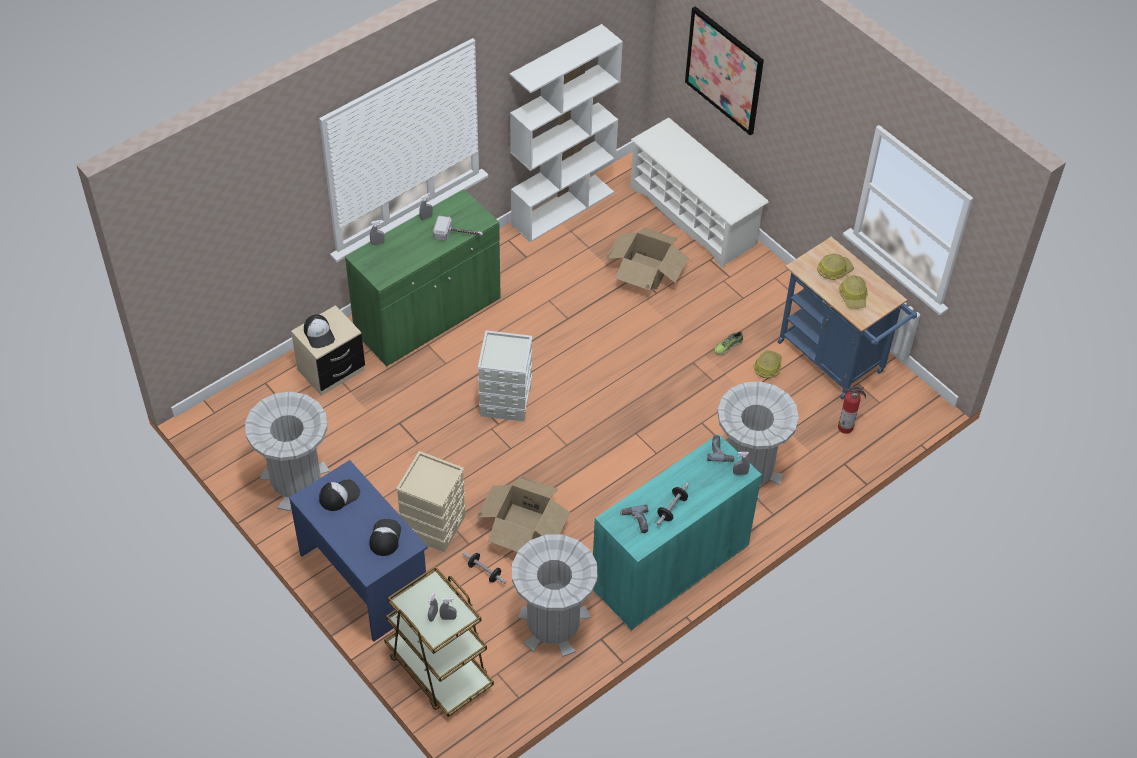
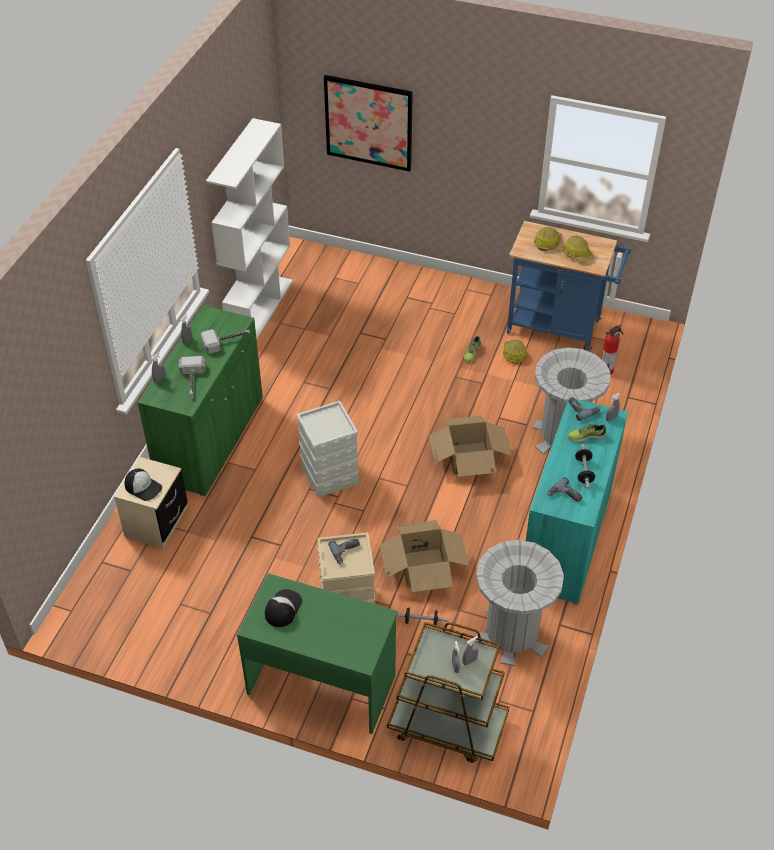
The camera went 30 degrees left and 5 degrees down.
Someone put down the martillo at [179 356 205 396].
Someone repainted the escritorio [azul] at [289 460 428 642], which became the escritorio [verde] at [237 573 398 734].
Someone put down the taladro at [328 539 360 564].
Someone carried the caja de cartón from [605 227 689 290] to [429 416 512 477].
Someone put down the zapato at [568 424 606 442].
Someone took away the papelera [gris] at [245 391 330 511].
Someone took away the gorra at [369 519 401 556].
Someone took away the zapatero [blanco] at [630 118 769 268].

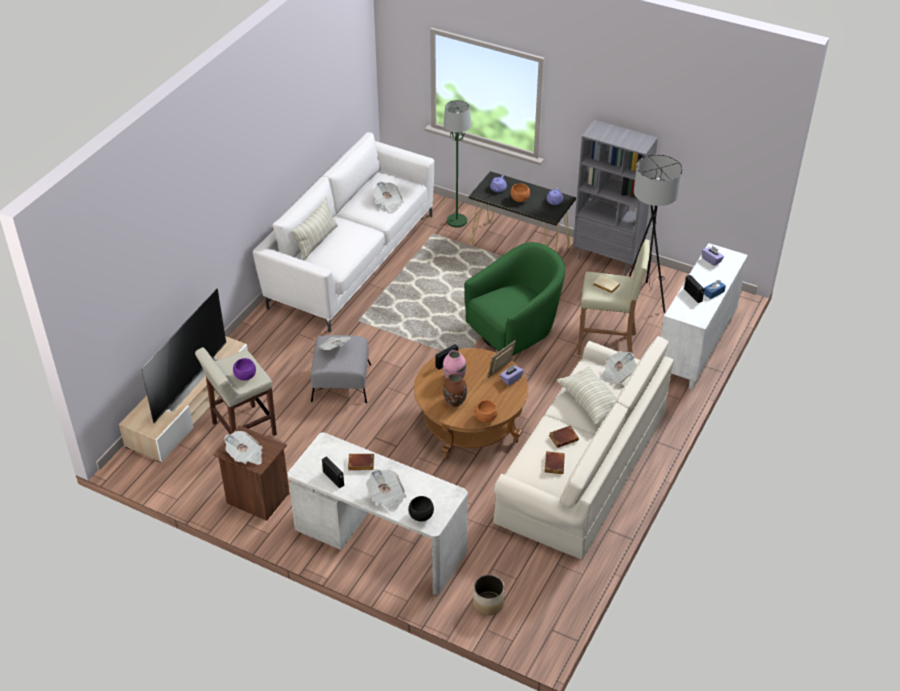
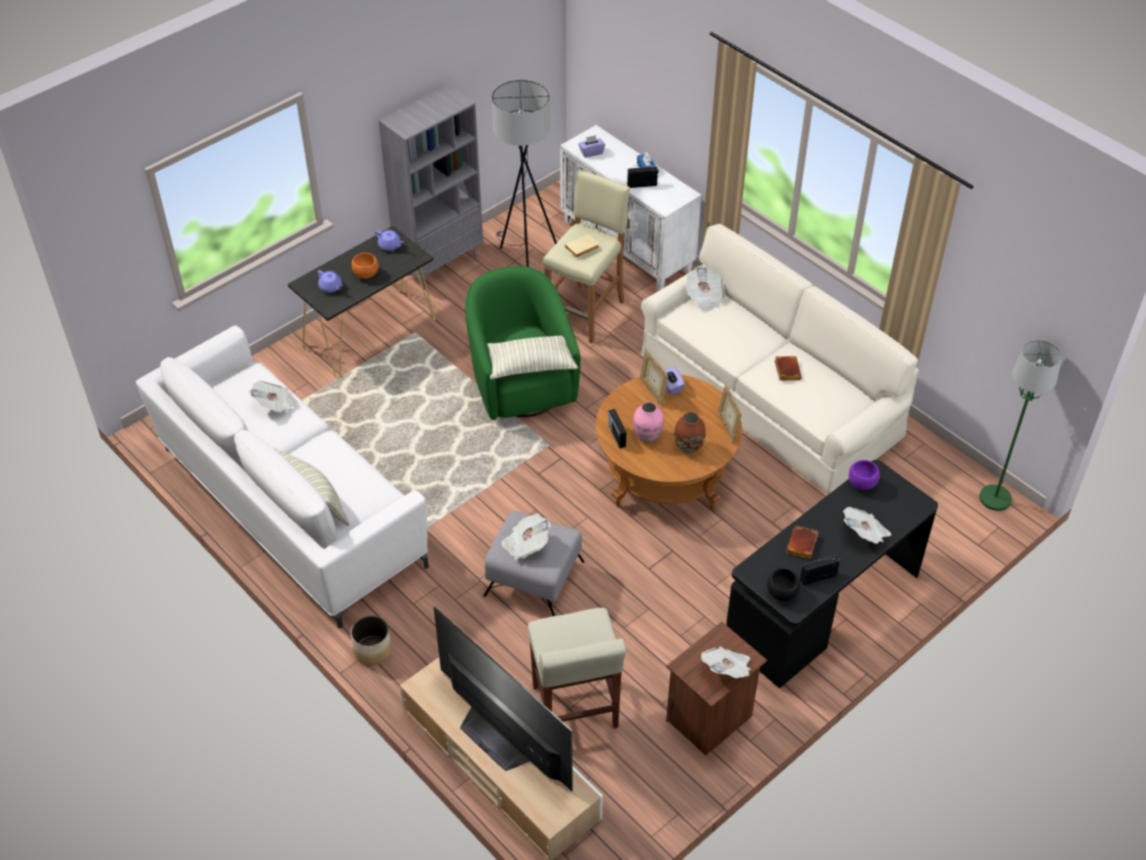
The camera went 70 degrees left and 5 degrees up.
Someone carried the maceta from [473 575 504 615] to [351 616 392 665].
Someone carried the cojín from [556 367 617 426] to [487 336 578 379].
Someone swapped the cuenco [naranja] at [475 400 498 423] for the portarretratos at [718 383 742 443].
Someone repainted the escritorio [blanco] at [287 432 468 595], which became the escritorio [negro] at [726 460 938 688].
Someone carried the cuenco [negro] from [409 496 434 522] to [767 568 800 601].
Someone carried the cuenco [morado] from [233 358 256 381] to [849 460 880 490].
Someone carried the lámpara de pie [verde] from [443 100 471 228] to [979 340 1062 511].
Someone took away the libro [marrón] at [544 451 565 474].

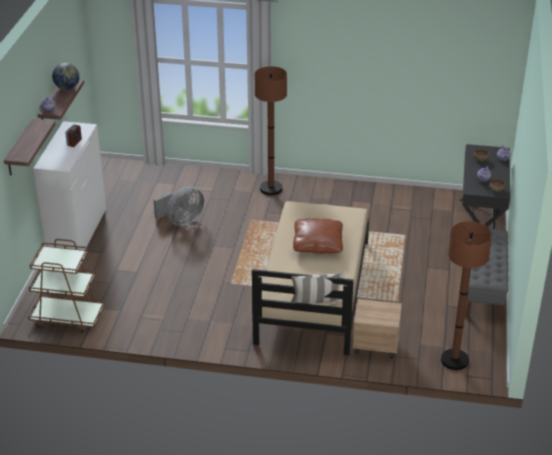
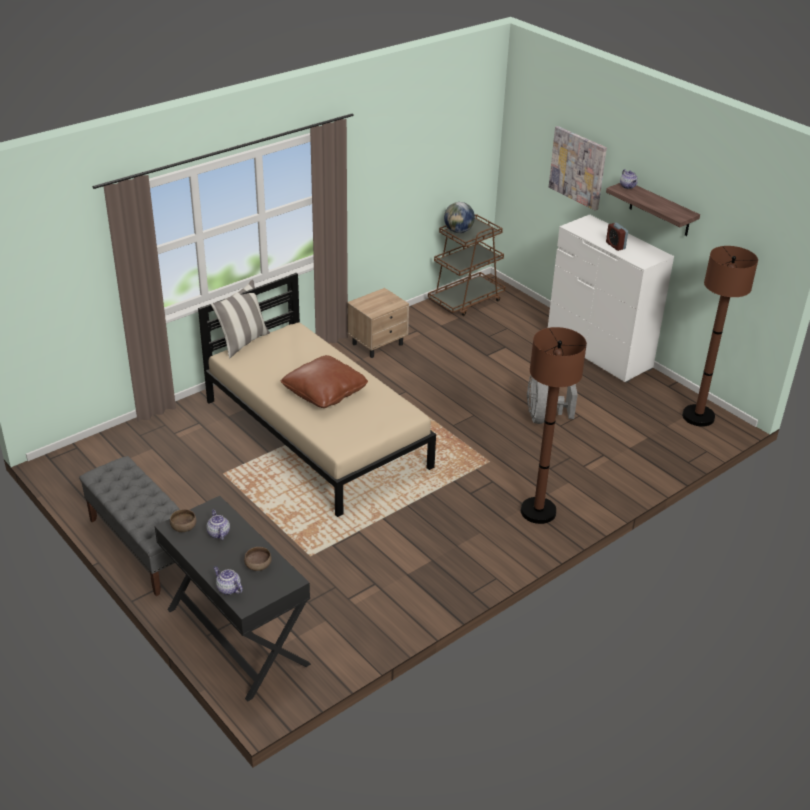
The camera went 130 degrees right and 0 degrees up.
Someone carried the mesita de noche [beis] from [352 299 402 359] to [347 288 409 358].
Someone carried the globo terráqueo from [52 63 80 90] to [444 202 475 233].
Someone swapped the estante at [4 119 56 176] for the cuadro at [549 126 607 211].
Someone carried the lámpara de pie [marrón] from [441 221 492 370] to [682 246 758 427].

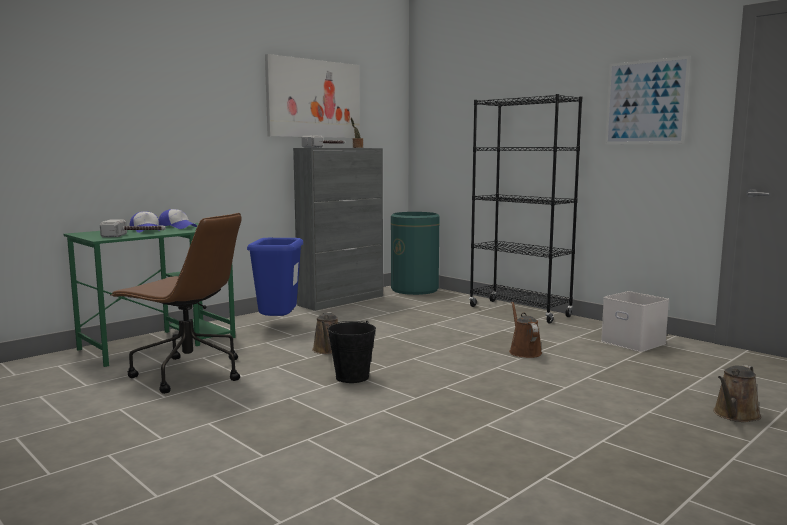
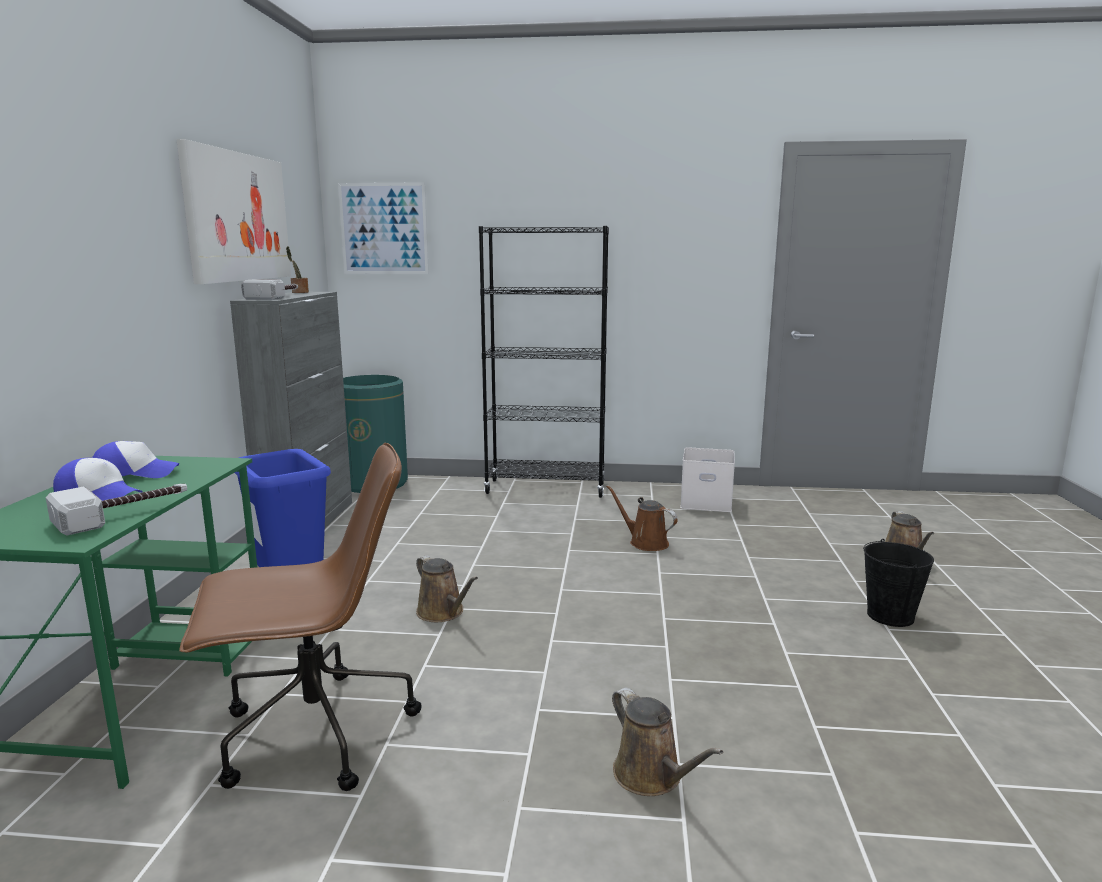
The camera went 40 degrees left and 5 degrees up.
Someone carried the cuadro from [605 56 691 144] to [338 182 429 274].
Someone put down the regadera [marrón] at [612 688 723 796].
Someone carried the cubo [negro] from [327 321 376 383] to [863 539 934 627].

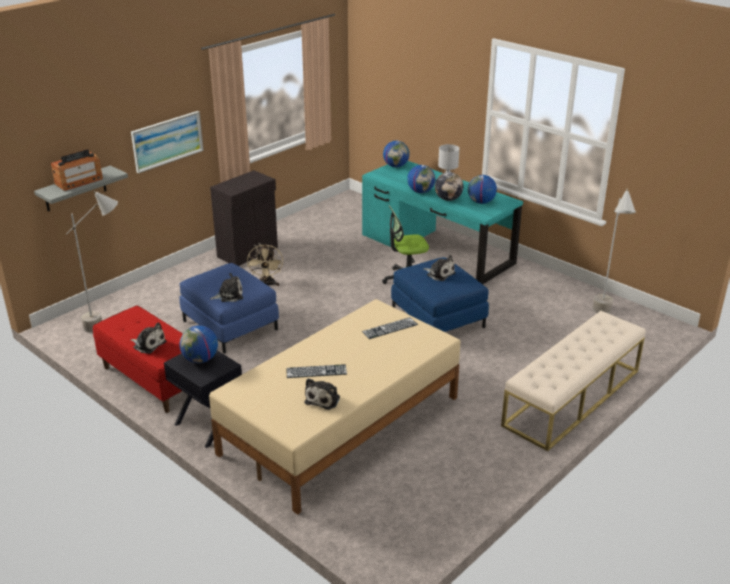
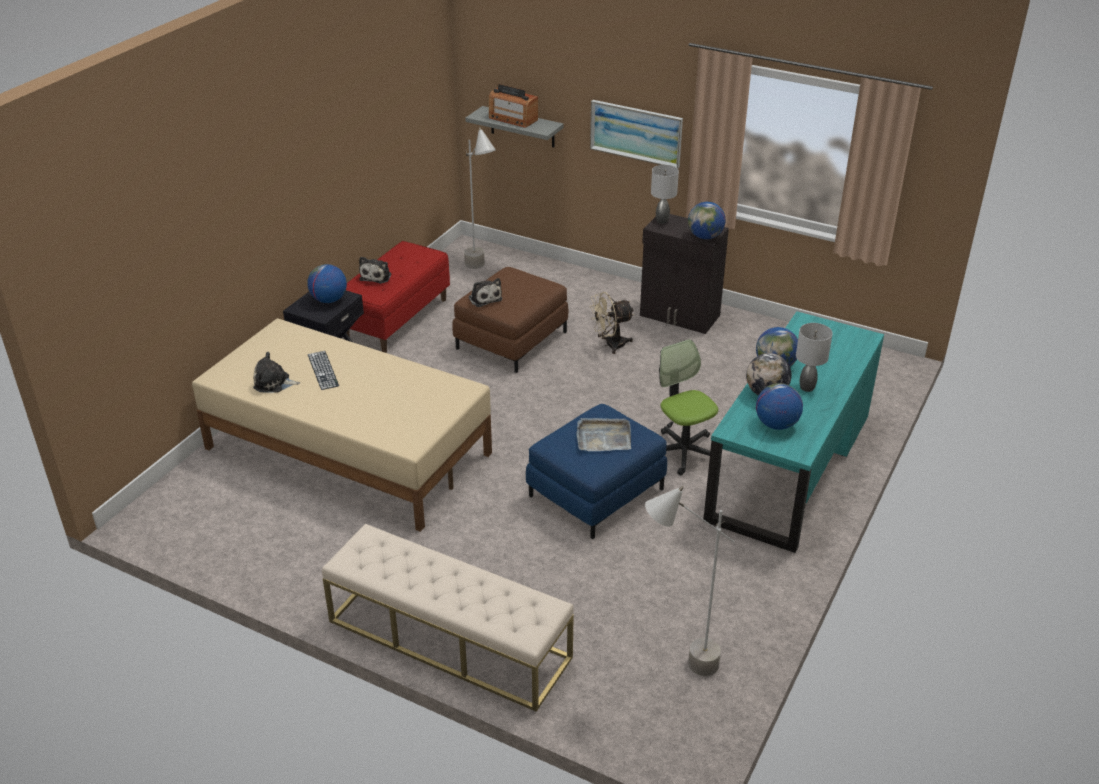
The camera went 75 degrees right and 5 degrees up.
Someone repainted the puf [azul] at [180 263 279 354], which became the puf [marrón] at [452 267 568 373].
Someone swapped the peluche at [424 255 456 281] for the bandeja [gris] at [577 418 631 451].
Someone put down the lámpara de mesa [gris] at [651 165 679 224].
Someone carried the globo terráqueo from [383 141 410 167] to [688 202 726 239].
Someone took away the teclado at [362 317 418 339].

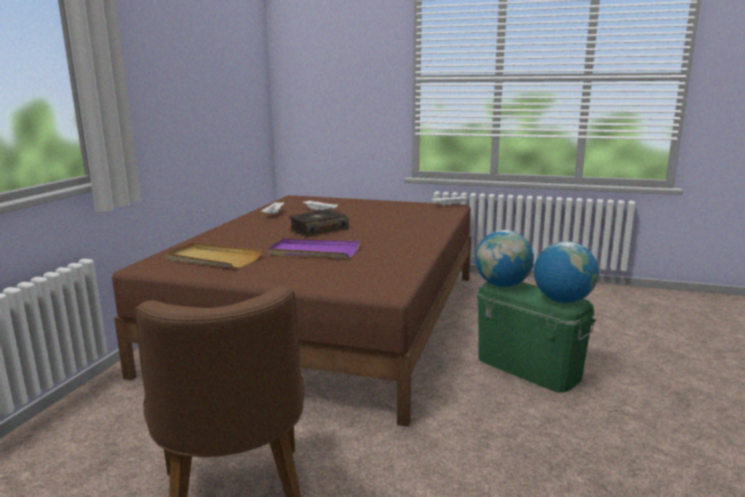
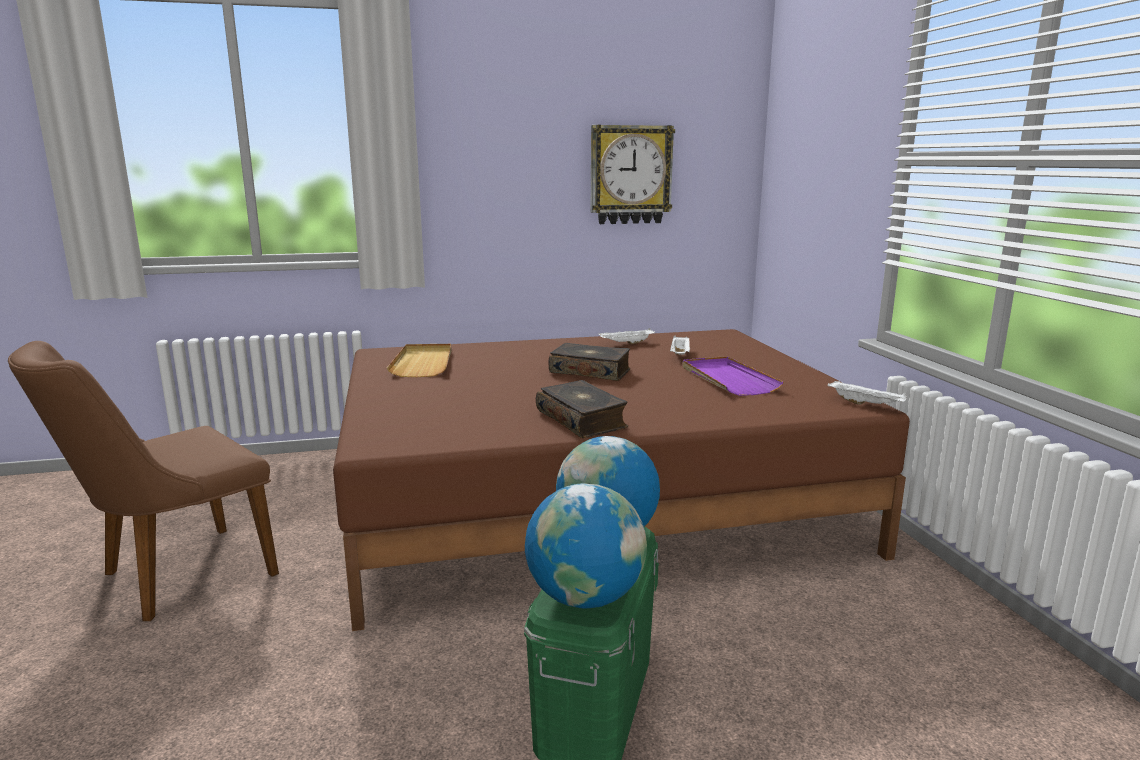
The camera went 60 degrees right and 0 degrees up.
Someone put down the libro at [536 380 628 438].
Someone put up the reloj de pared at [591 125 675 224].
Someone carried the bandeja [morado] from [268 238 360 258] to [683 356 784 396].

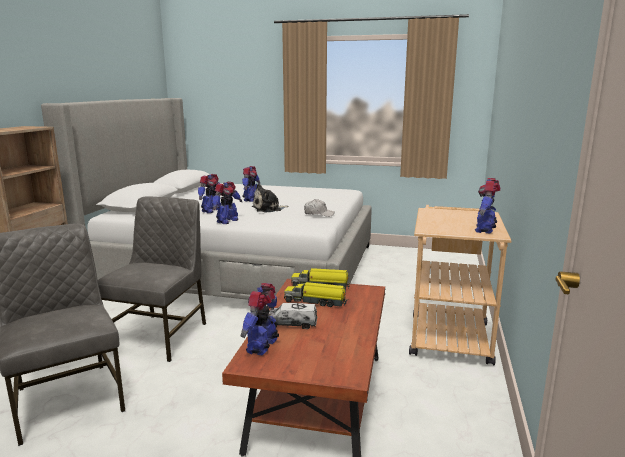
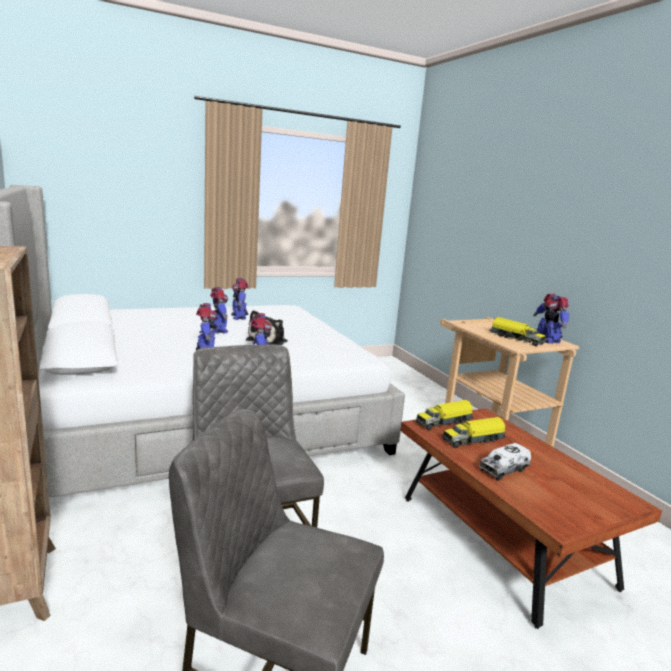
The camera went 40 degrees left and 0 degrees up.
Someone carried the robot de juguete from [241 283 279 356] to [231 278 248 320].
Someone put down the camión de juguete at [489 317 546 346].
Someone took away the gorra [blanco] at [304 199 335 217].

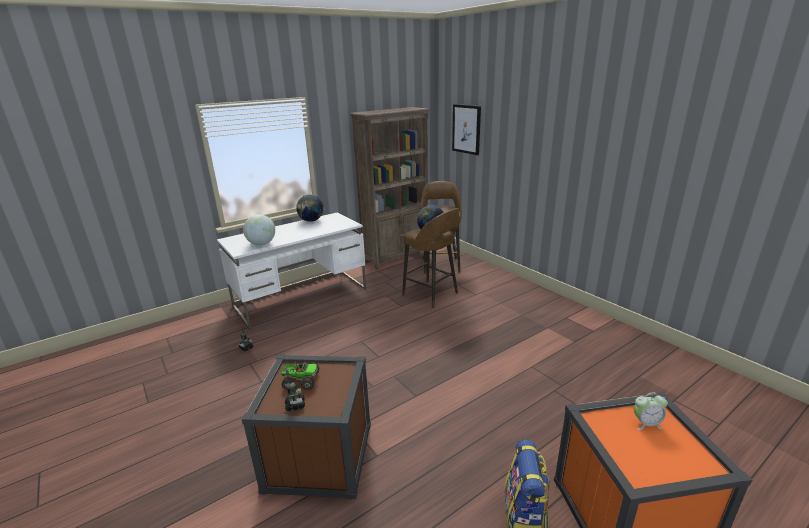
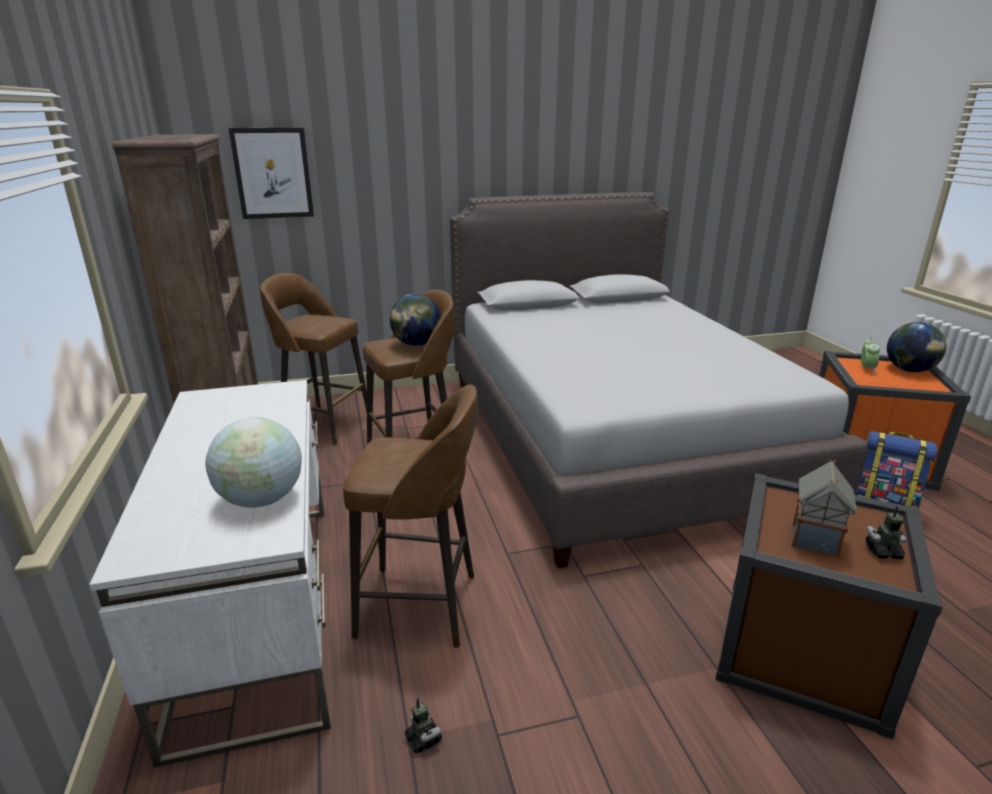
The camera went 70 degrees left and 0 degrees up.
Someone put down the taburete [marrón] at [343 385 478 648].
Someone put down the cama [gris] at [450 192 868 568].
Someone swapped the camión de juguete at [281 362 320 390] for the casita at [792 460 857 557].
Someone carried the globo terráqueo from [296 195 324 222] to [887 322 947 373].

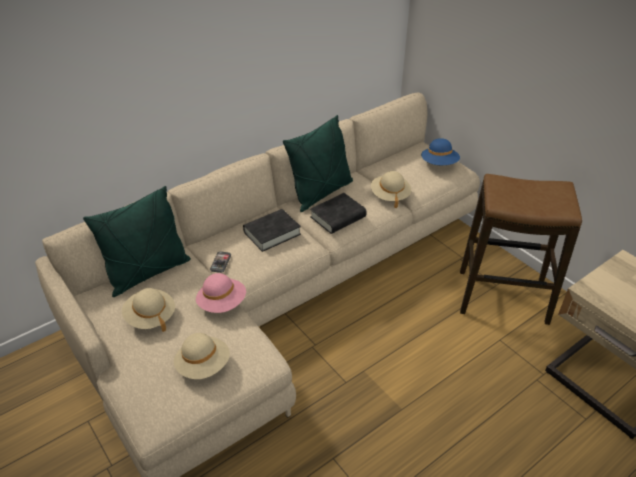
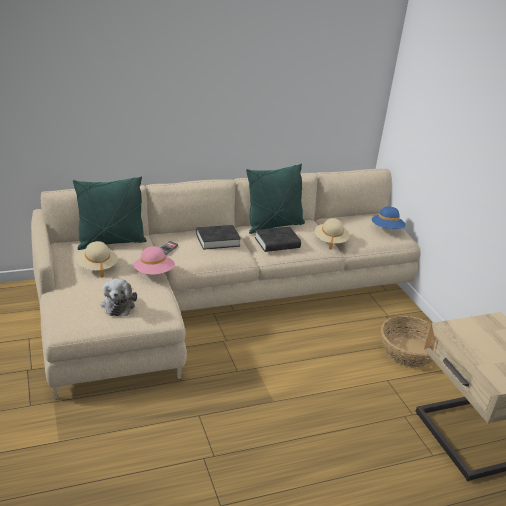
The camera went 15 degrees right and 10 degrees down.
Someone swapped the sombrero [beis] at [174 333 230 379] for the peluche at [101 278 137 316].
Someone swapped the taburete at [460 174 582 325] for the cesta at [381 316 433 368].

